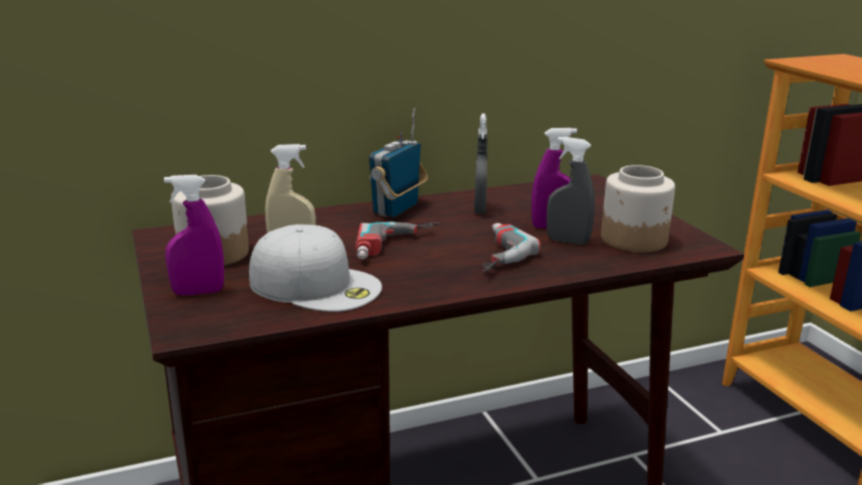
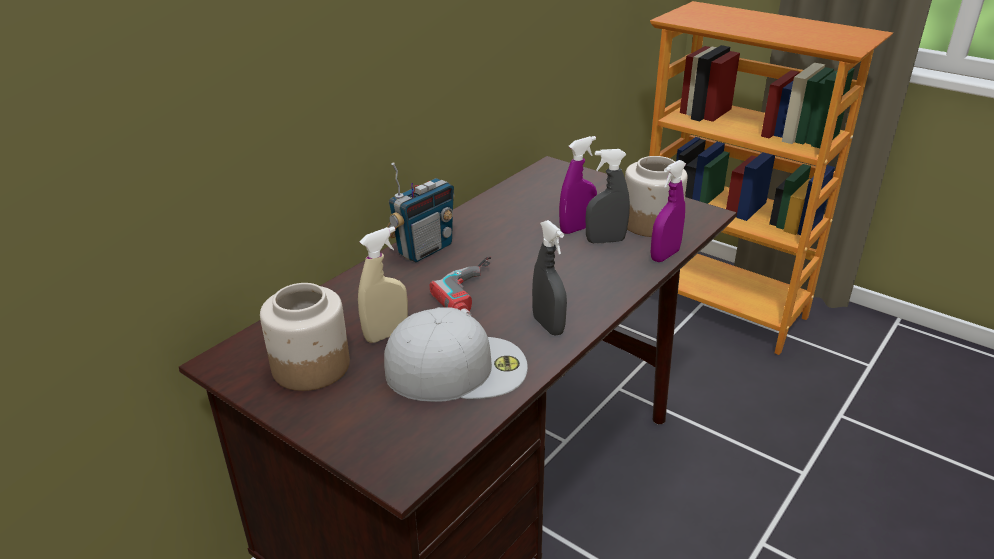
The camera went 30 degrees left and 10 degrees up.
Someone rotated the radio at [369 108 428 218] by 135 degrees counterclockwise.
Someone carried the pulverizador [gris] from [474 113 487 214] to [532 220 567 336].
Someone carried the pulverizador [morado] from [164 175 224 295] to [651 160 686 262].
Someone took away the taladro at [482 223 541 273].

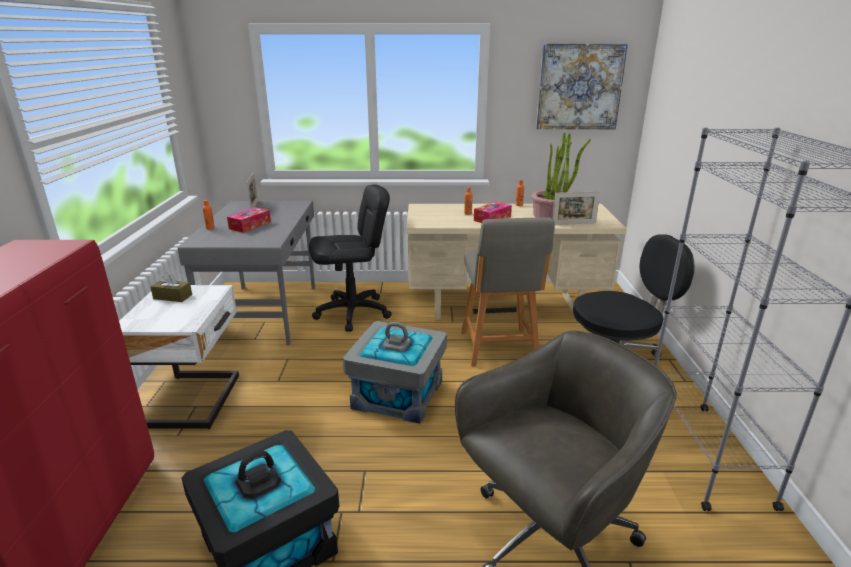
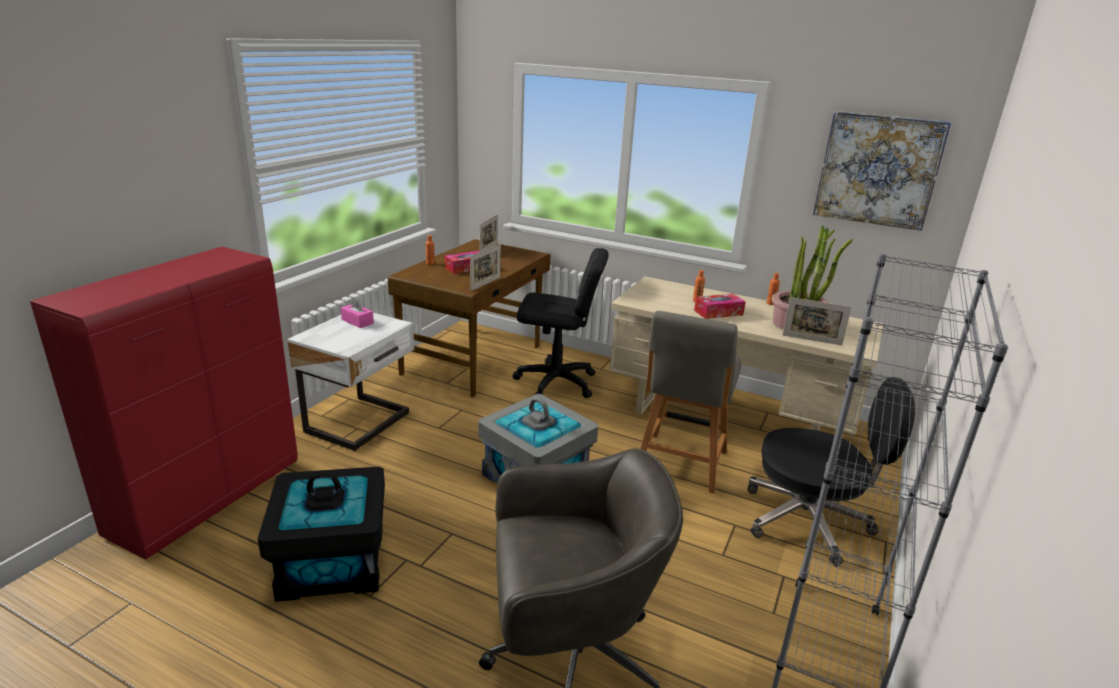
The camera went 25 degrees right and 0 degrees up.
Someone repainted the caja de pañuelos [marrón] at [150 272 192 302], which became the caja de pañuelos [rosa] at [341 297 374 328].
Someone repainted the escritorio [gris] at [178 201 315 345], which became the escritorio [marrón] at [388 239 550 397].
Someone put down the portarretratos at [470 244 501 291].

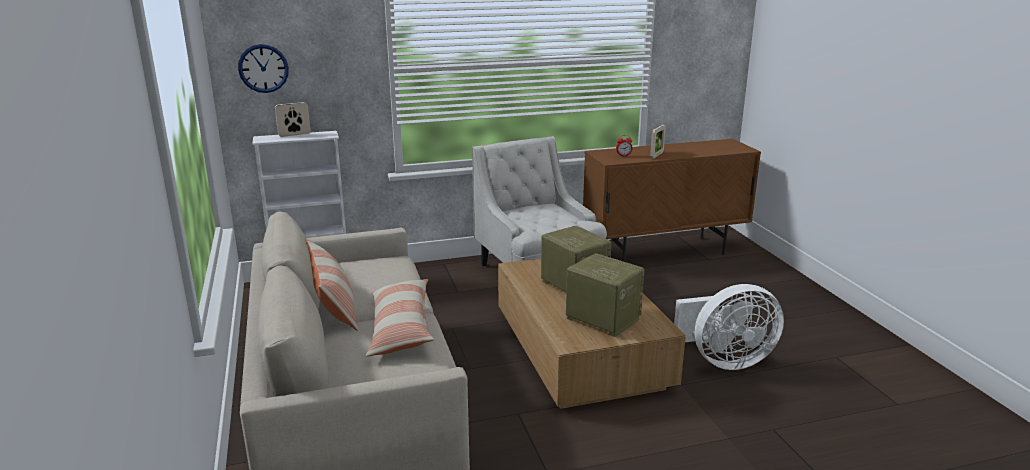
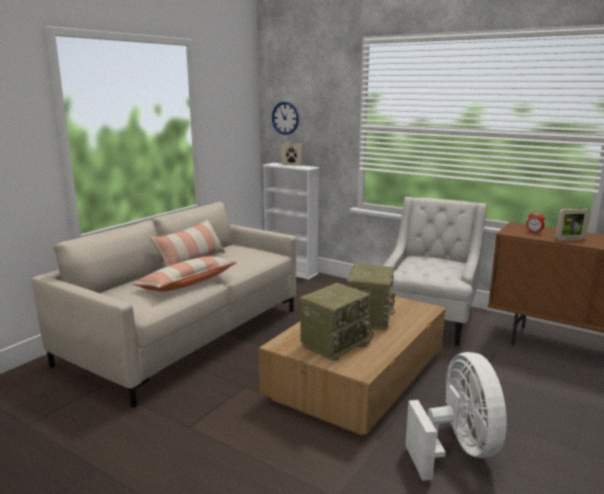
The camera went 50 degrees right and 5 degrees down.
Someone rotated the radio at [566 253 645 337] by 45 degrees clockwise.
Someone rotated the ventilador [blanco] at [674 284 784 370] by 135 degrees counterclockwise.

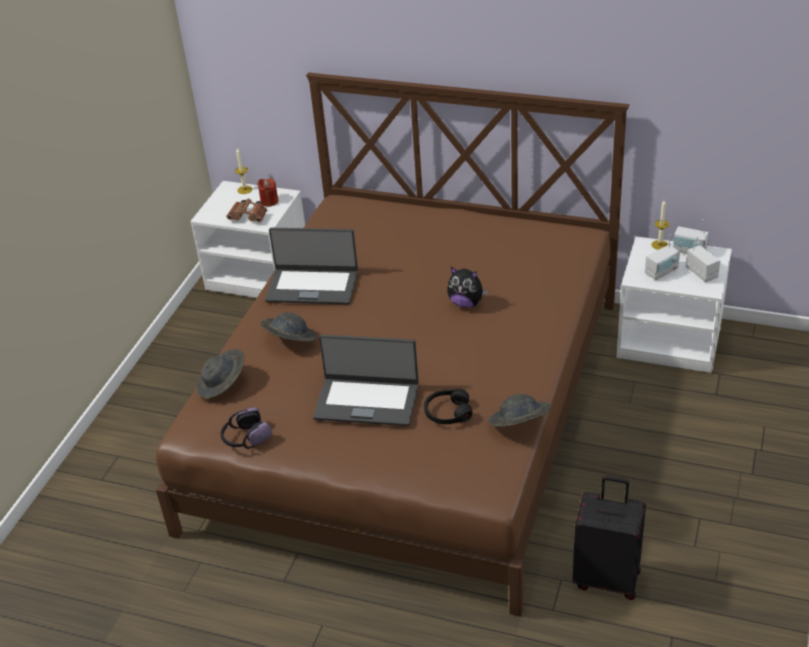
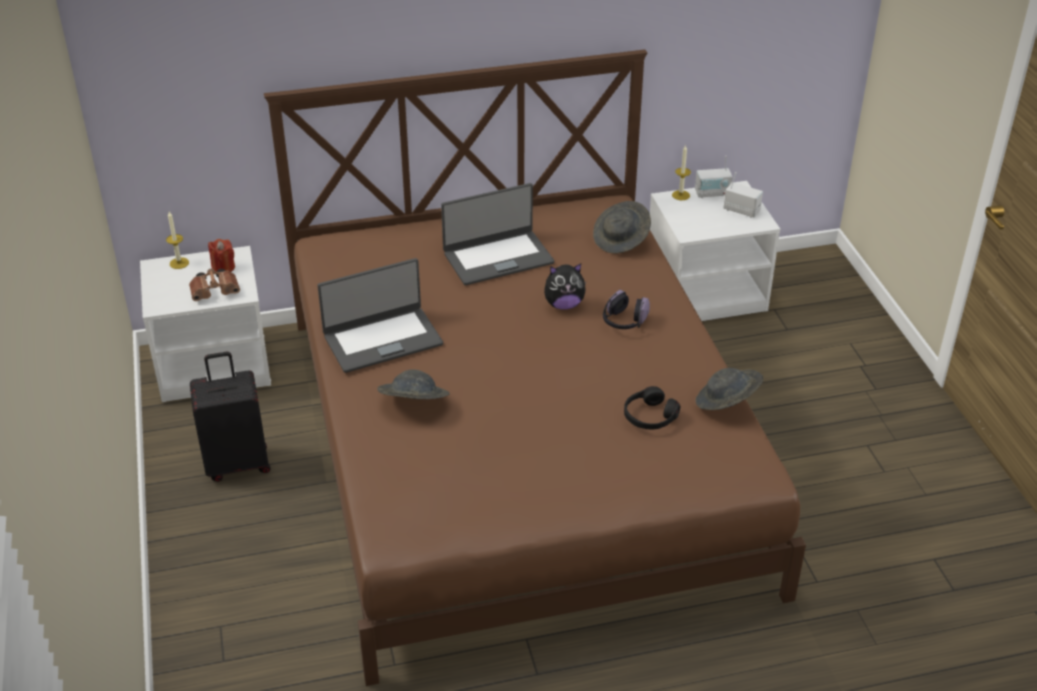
The camera went 35 degrees left and 0 degrees up.
Someone carried the maleta [negro] from [573 476 646 600] to [190 352 271 482].
Someone carried the portátil from [313 334 419 426] to [441 183 554 285].
Someone carried the sombrero [gris] from [197 349 244 399] to [593 201 651 253].
Someone carried the auriculares from [221 407 272 449] to [603 290 650 329].
Someone took away the radio at [645 234 680 280].

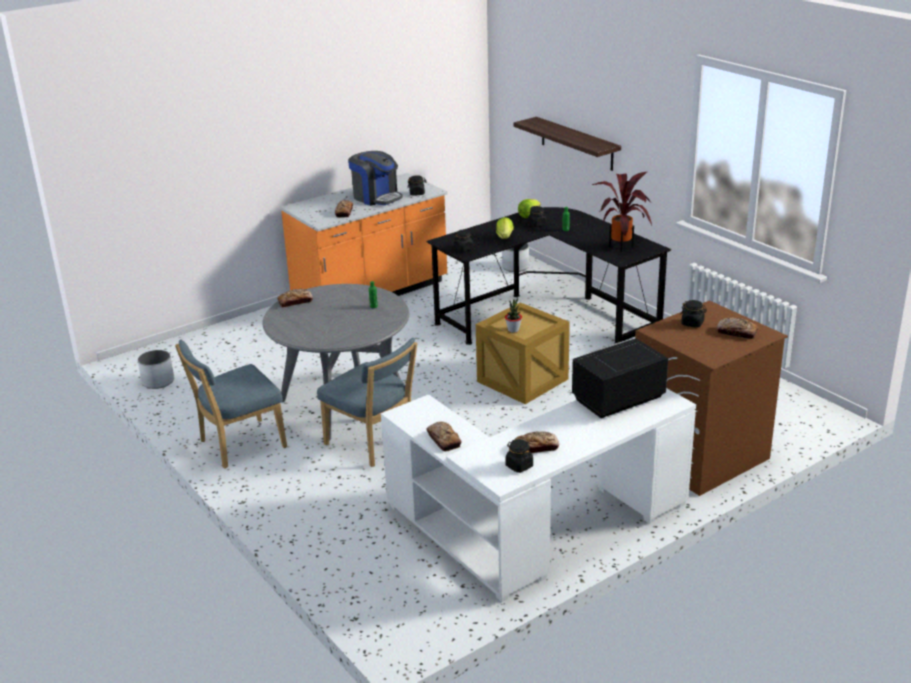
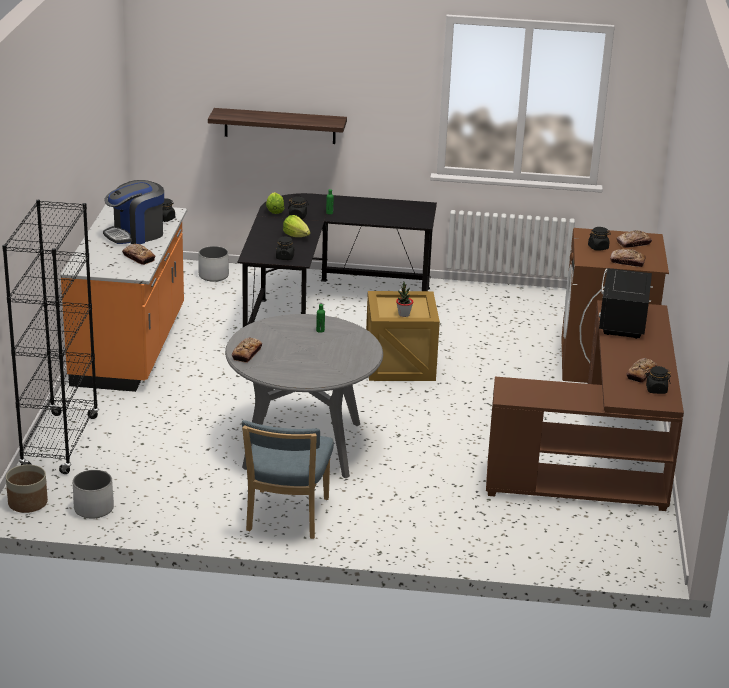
The camera went 50 degrees left and 0 degrees up.
Someone put down the estantería [negro] at [2 200 99 474].
Someone put down the maceta at [6 465 48 513].
Someone rotated the cafetera at [348 151 403 206] by 150 degrees clockwise.
Someone repainted the escritorio [blanco] at [381 388 696 602], which became the escritorio [marrón] at [486 300 684 511].
Someone carried the pan from [426 421 462 451] to [610 249 646 267].
Someone took away the silla [azul] at [317 338 418 467].
Someone took away the planta en maceta at [592 172 652 252].

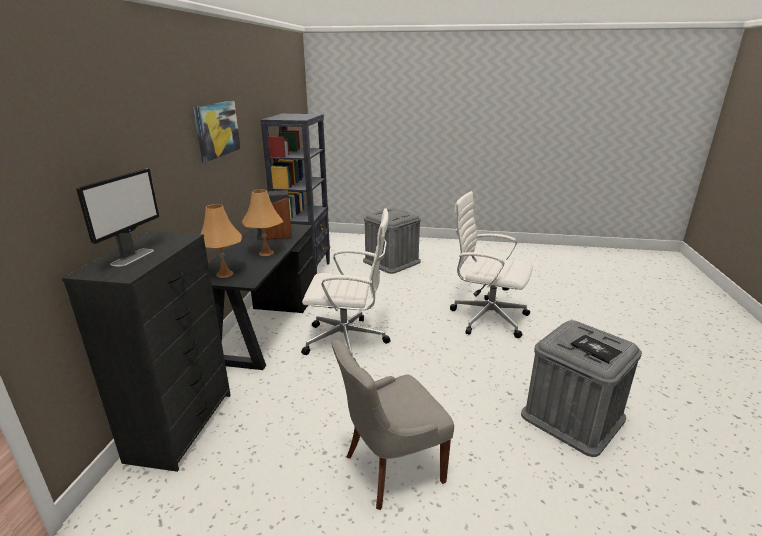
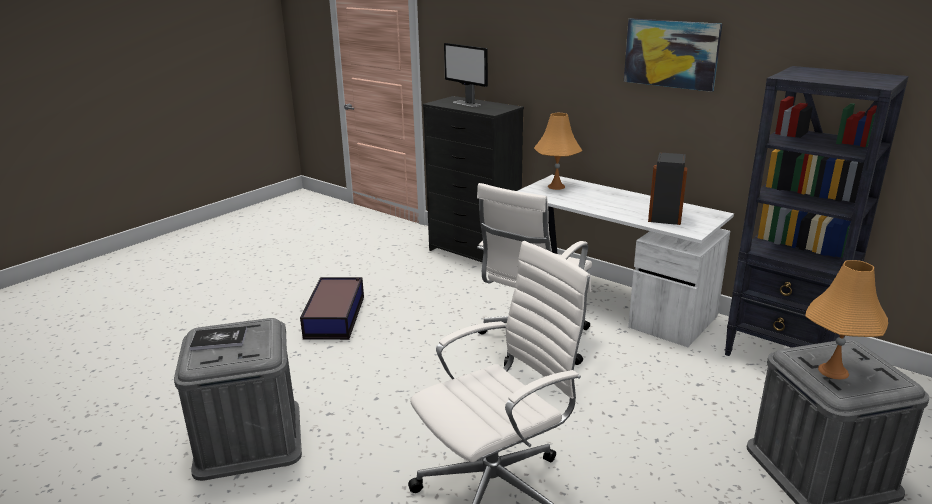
The camera went 120 degrees right and 0 degrees up.
Someone swapped the silla [gris] at [331 340 454 510] for the caja de almacenaje at [300 277 364 340].
Someone repainted the escritorio [negro] at [208 224 314 370], which became the escritorio [blanco] at [518 175 734 347].
Someone carried the lámpara de mesa [naranja] from [242 189 283 256] to [805 260 888 380].

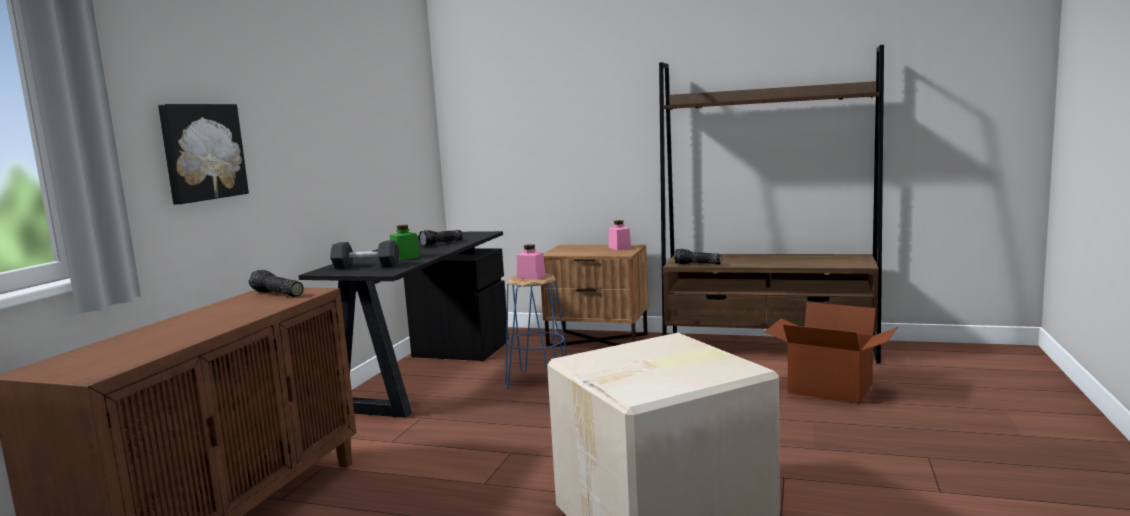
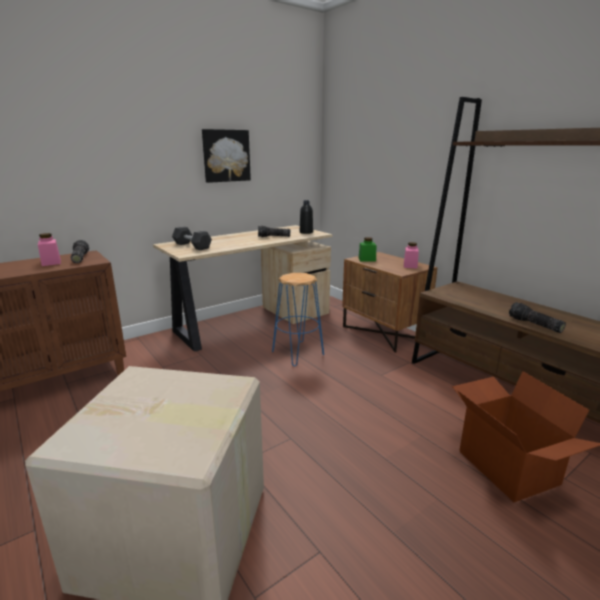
The camera went 35 degrees right and 10 degrees up.
Someone carried the tarro [rosa] from [517 244 546 280] to [38 233 61 266].
Someone repainted the escritorio [negro] at [298 231 509 418], which became the escritorio [beis] at [153 225 333 352].
Someone carried the cuadro from [158 104 249 204] to [202 129 251 183].
Someone put down the botella [negro] at [300 200 313 234].
Someone carried the tarro [verde] from [390 225 420 260] to [358 237 376 261].
Someone carried the linterna from [674 249 722 265] to [509 302 566 333].

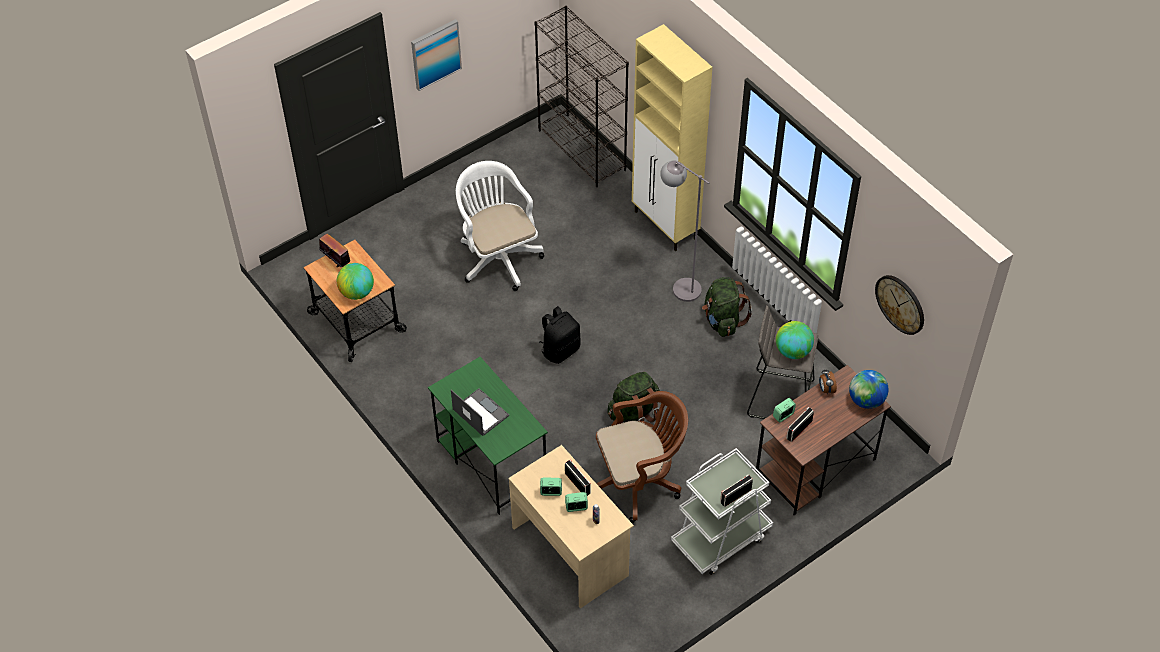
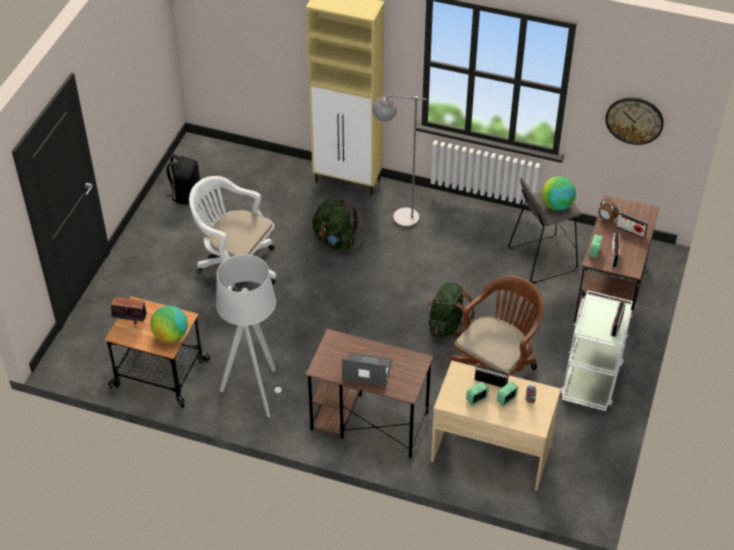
The camera went 35 degrees left and 5 degrees down.
Someone carried the mochila [negro] from [539 306 580 364] to [165 154 200 204].
Someone put down the lámpara de pie [gris] at [216 254 282 418].
Someone repainted the escritorio [verde] at [428 357 548 515], which became the escritorio [marrón] at [306 329 433 458].
Someone carried the mochila [verde] from [702 277 752 337] to [312 198 359 251].
Someone put down the radio at [616 212 648 238].
Someone took away the cuadro at [411 19 462 91].
Someone took away the estantería [negro] at [534 6 629 187].
Someone took away the globo terráqueo at [849 370 889 409].

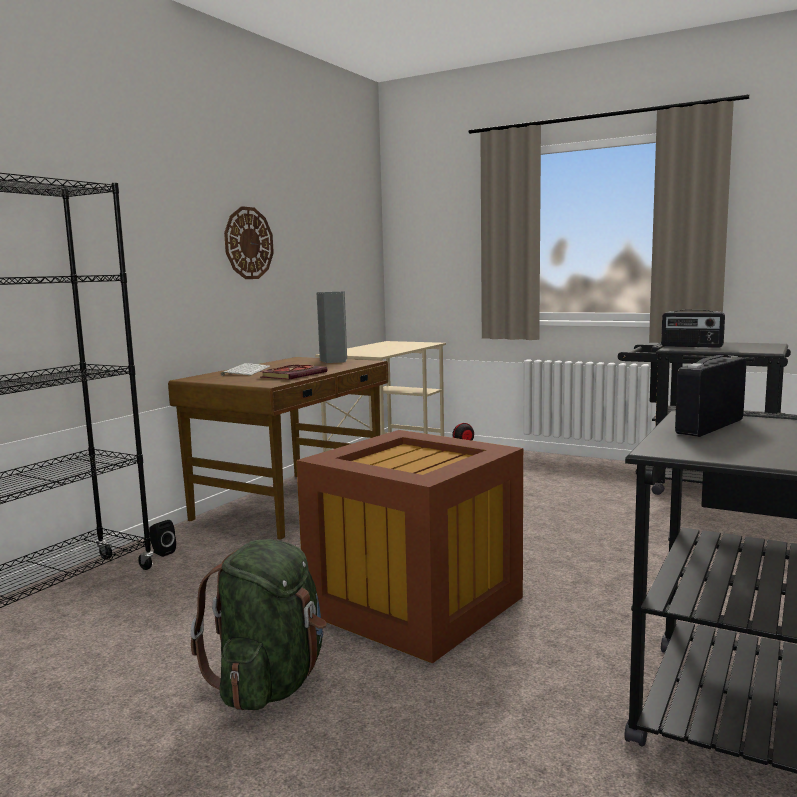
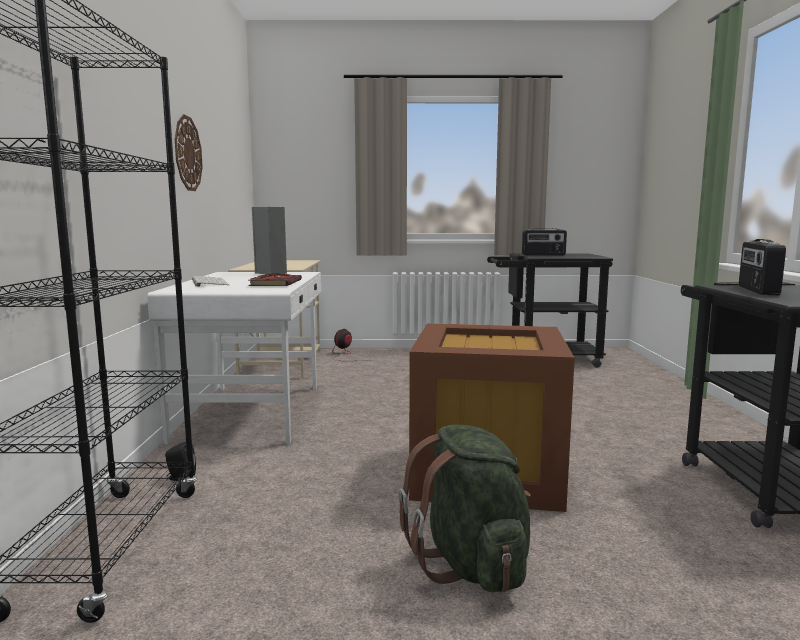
The camera went 30 degrees left and 0 degrees up.
Someone repainted the escritorio [marrón] at [168 357 388 540], which became the escritorio [blanco] at [147 272 321 444].

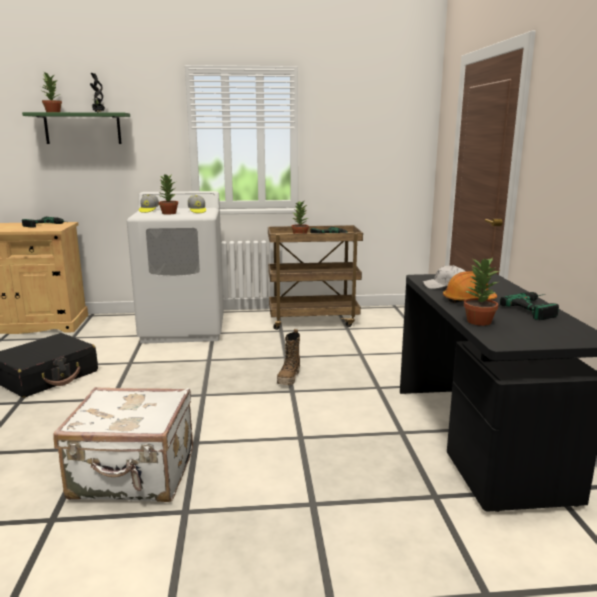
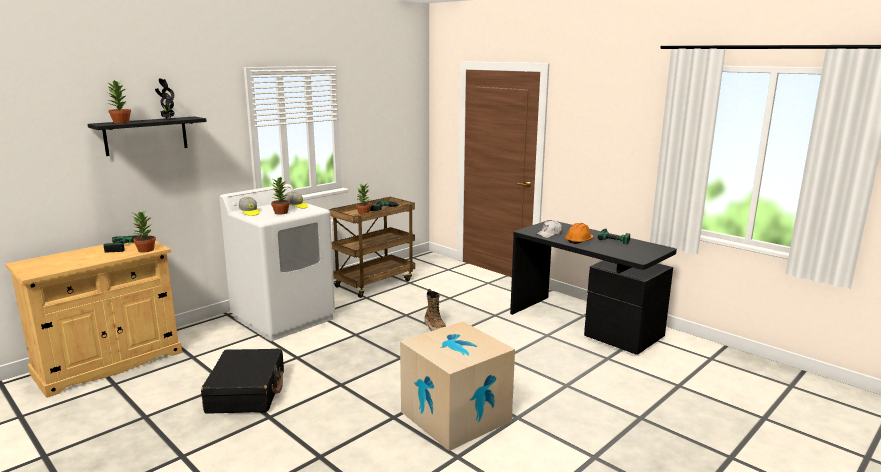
The camera went 40 degrees left and 0 degrees up.
Someone repainted the estante [verde] at [22 112 130 144], which became the estante [negro] at [88 116 207 156].
Someone carried the planta en maceta from [464 257 501 326] to [132 210 156 253].
Someone swapped the maleta [blanco] at [53 387 193 502] for the caja de cartón at [400 321 515 451].

